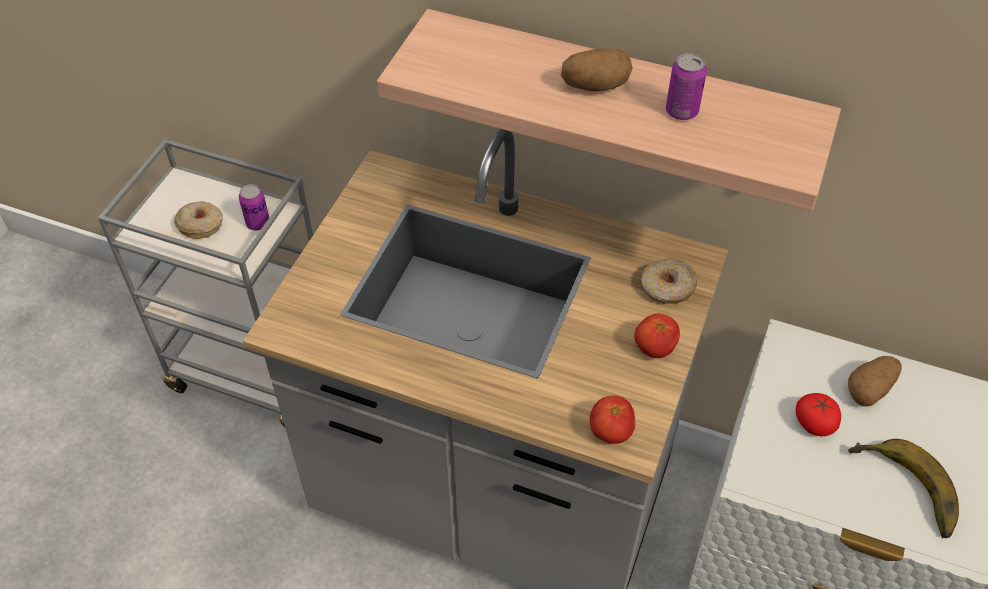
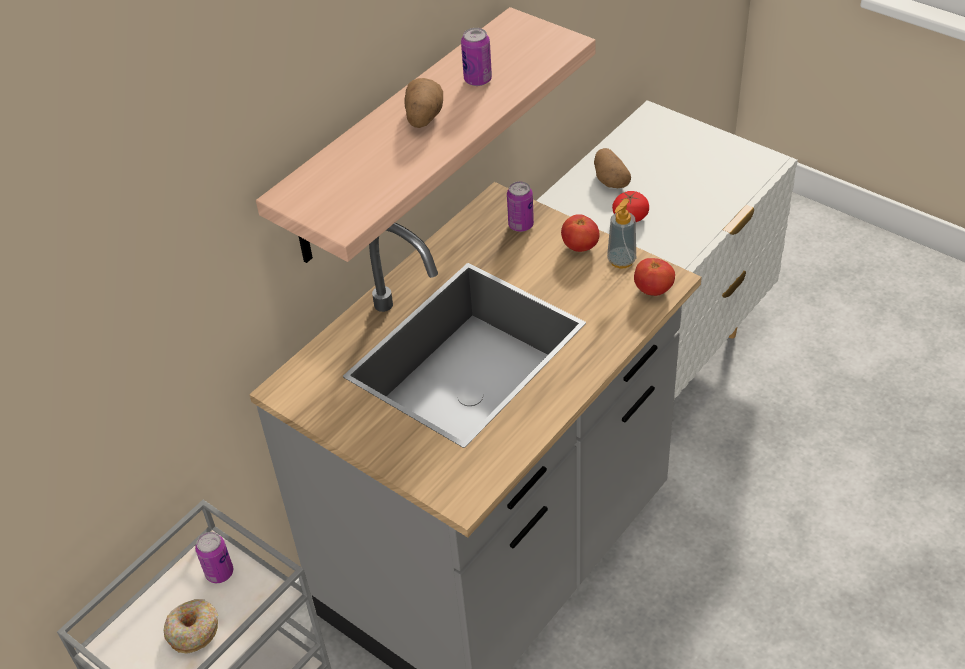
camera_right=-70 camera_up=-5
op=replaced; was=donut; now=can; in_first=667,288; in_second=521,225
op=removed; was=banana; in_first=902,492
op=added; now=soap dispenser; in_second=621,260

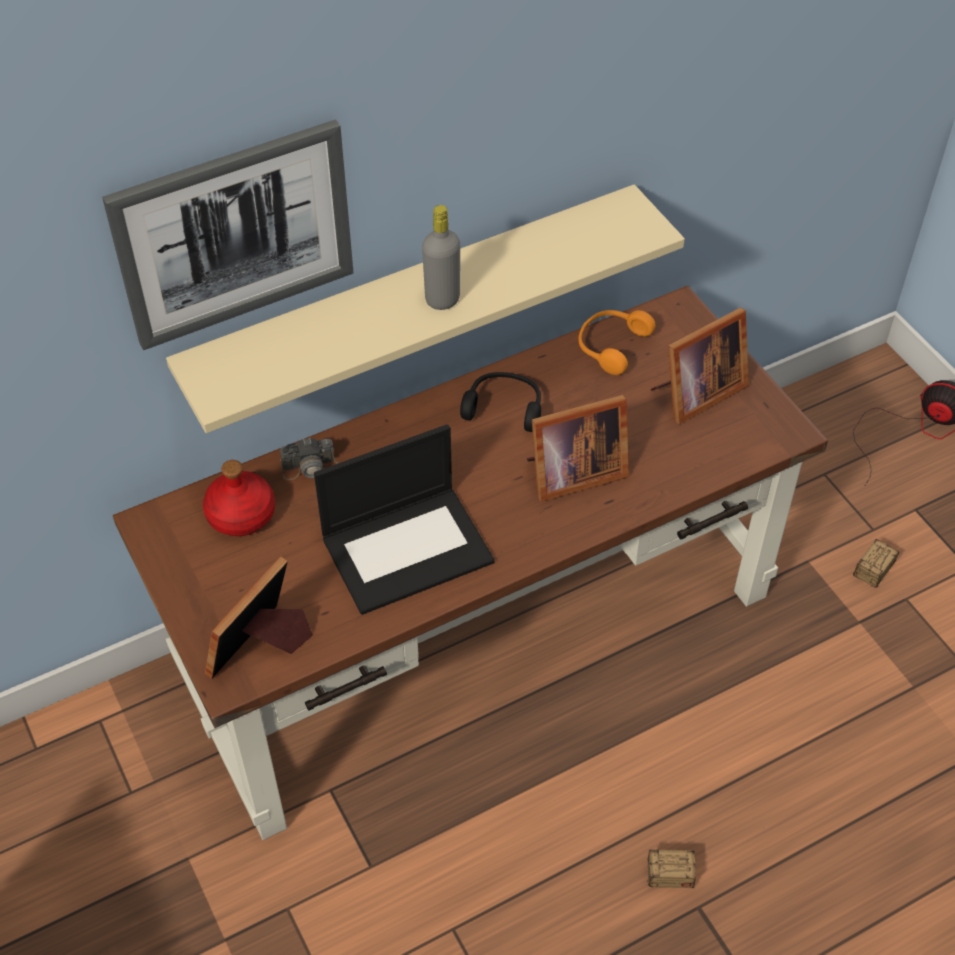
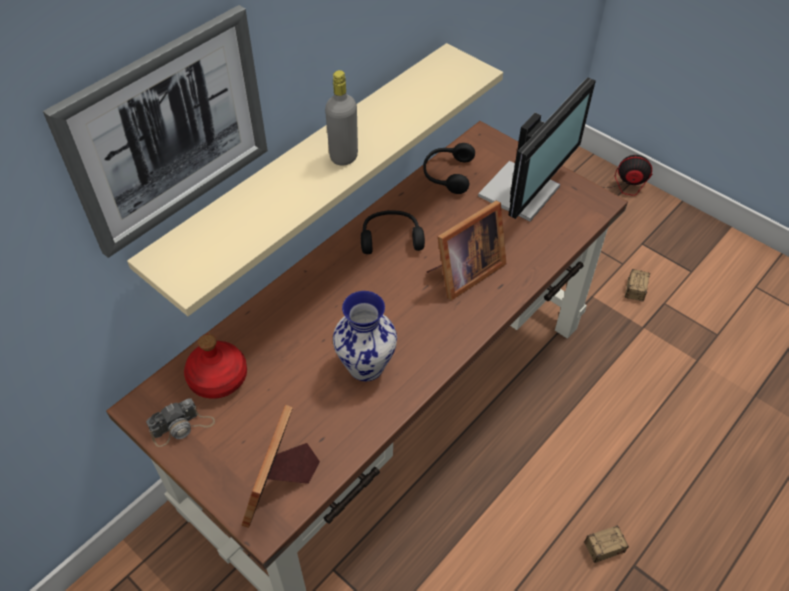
camera_right=-20 camera_up=0
op=moved; was=photo camera; in_first=315,467; in_second=182,427
op=replaced; was=laptop; now=vase; in_first=408,548; in_second=366,365
op=recoloured; was=orange headphones; now=black headphones; in_first=610,346; in_second=447,174
op=replaced; was=picture frame; now=monitor; in_first=695,393; in_second=522,192

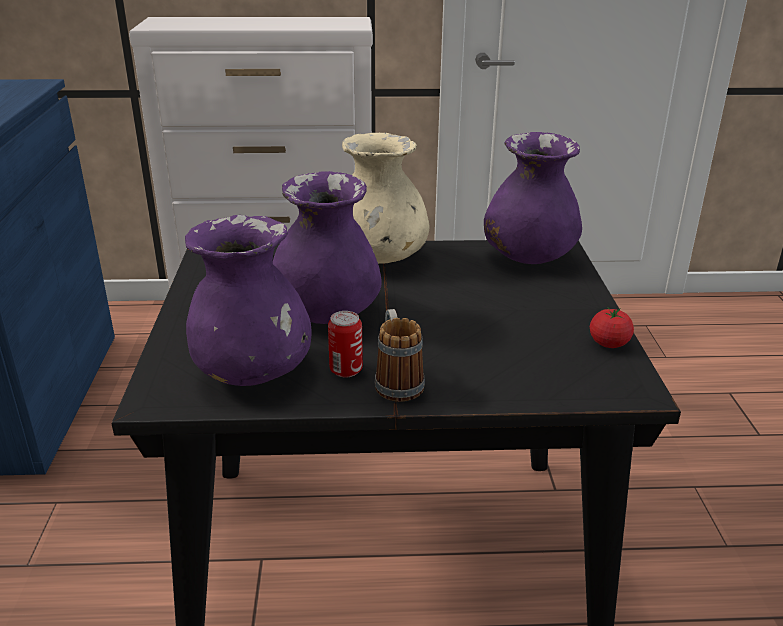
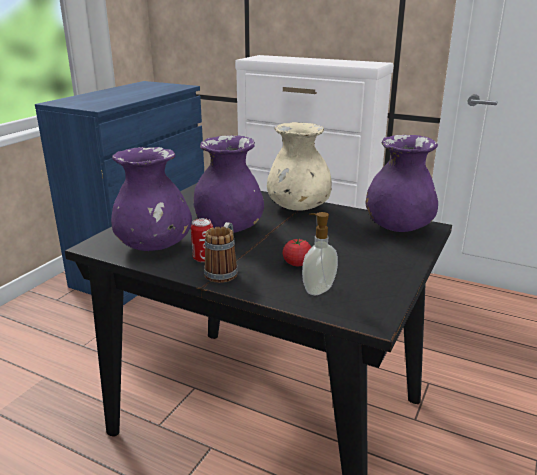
camera_right=30 camera_up=-5
op=moved; was=tomato; in_first=609,343; in_second=297,263
op=added; now=soap dispenser; in_second=318,289

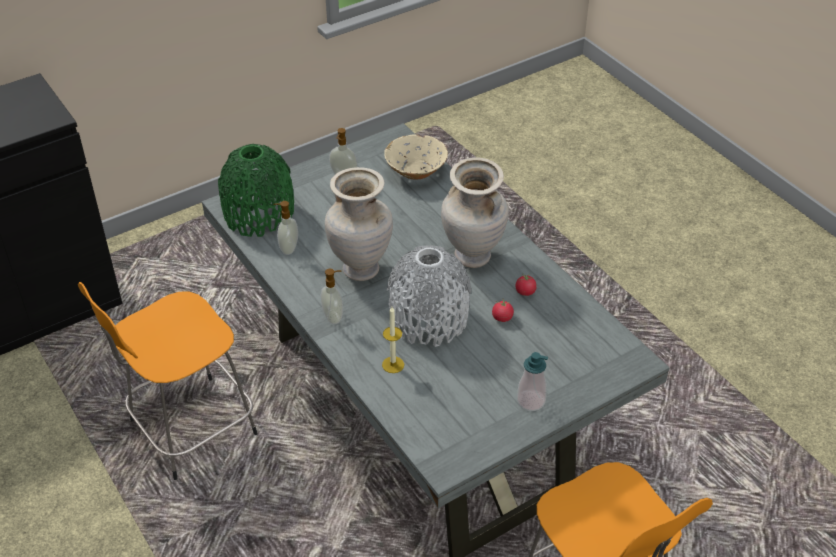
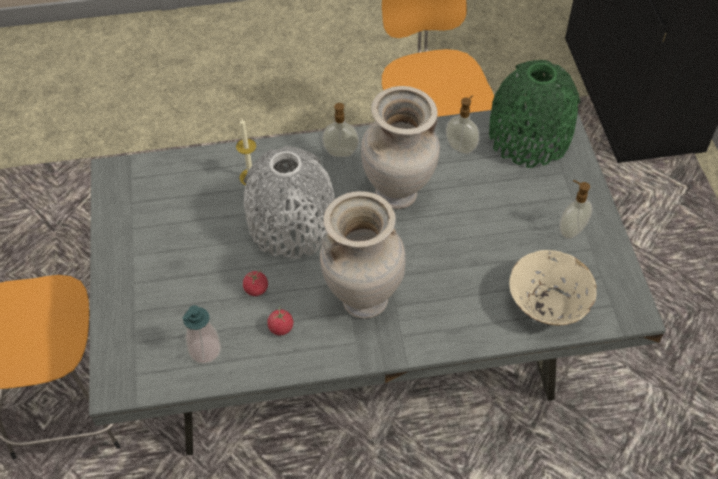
camera_right=115 camera_up=10
op=moved; was=soap dispenser; in_first=531,401; in_second=205,350

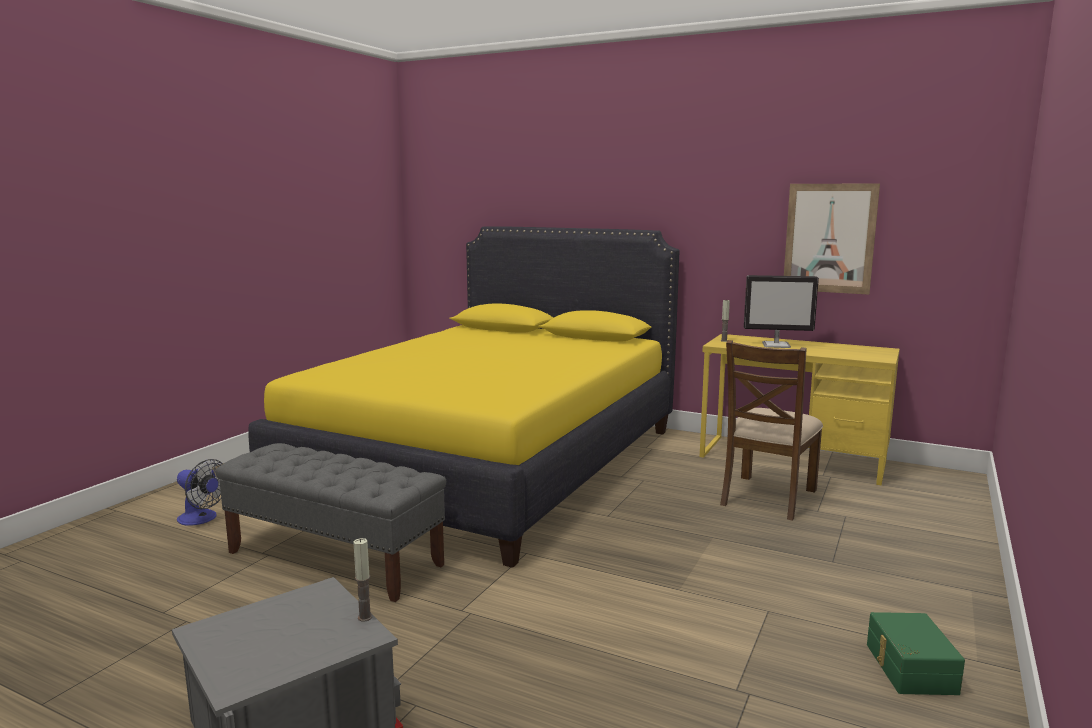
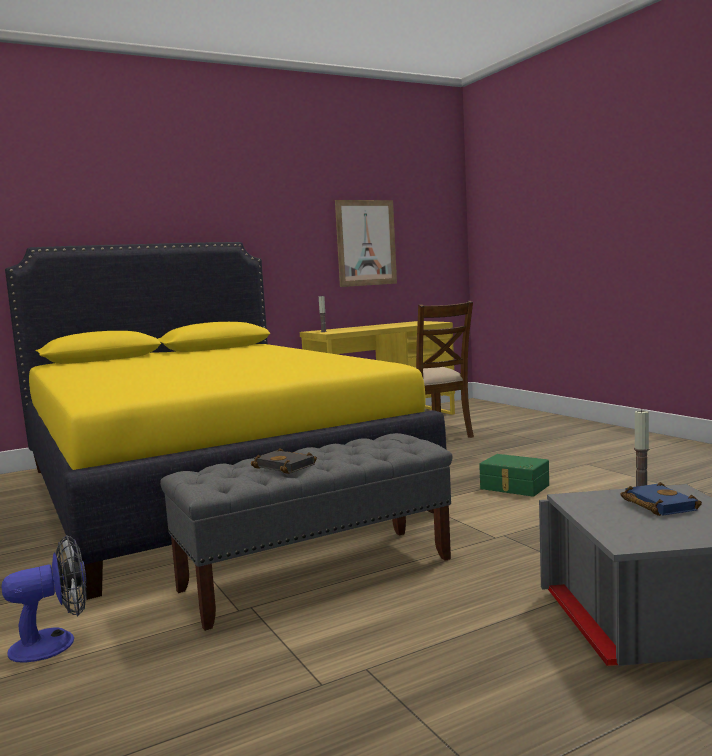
camera_right=-55 camera_up=-5
op=removed; was=monitor; in_first=776,345
op=moved; was=green storage box; in_first=908,668; in_second=514,487
op=added; now=black book; in_second=287,466
op=added; now=blue book; in_second=656,505

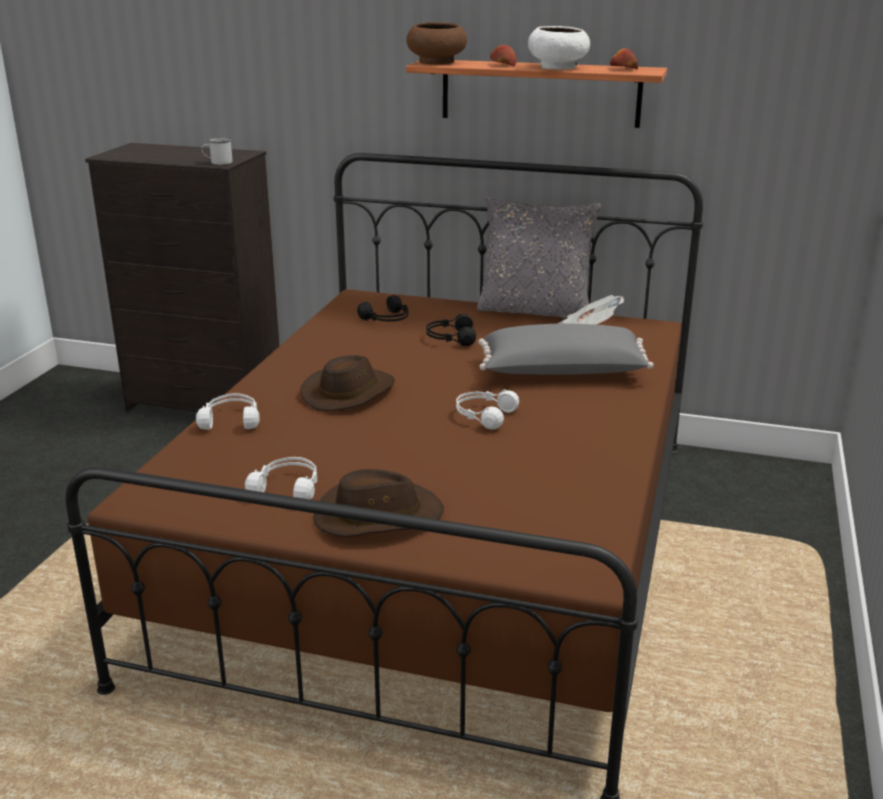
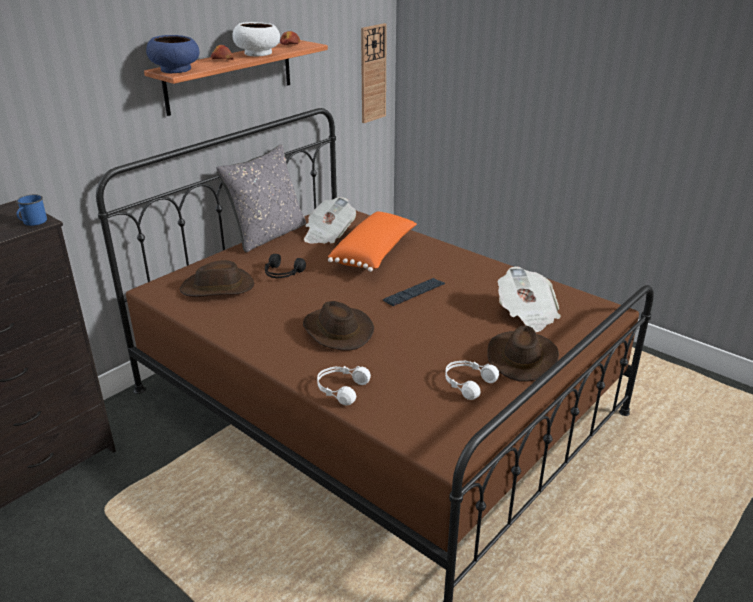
camera_right=-65 camera_up=5
op=recoloured; was=white mug; now=blue mug; in_first=218,162; in_second=32,223
op=replaced; was=black headphones; now=brown hat; in_first=387,319; in_second=218,288
op=recoloured; was=brown bowl; now=blue bowl; in_first=437,62; in_second=176,70
op=replaced; was=white headphones; now=keyboard; in_first=483,416; in_second=414,293
op=recoloured; was=grey pillow; now=orange pillow; in_first=562,373; in_second=375,254
op=added; now=wall clock; in_second=373,73
op=added; now=newspaper; in_second=527,314

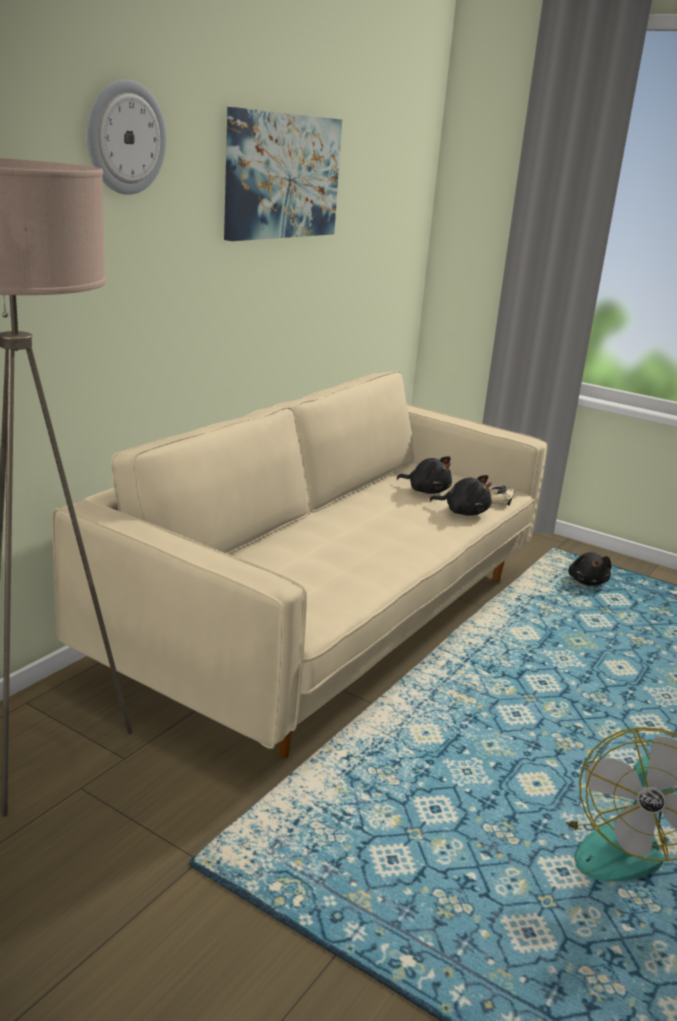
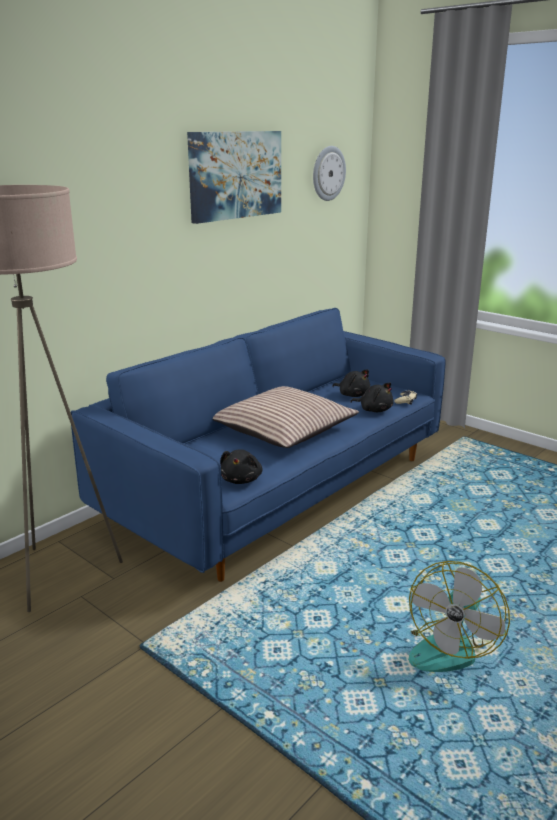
camera_right=10 camera_up=0
op=recoloured; was=beige sofa; now=blue sofa; in_first=329,619; in_second=278,488
op=moved; was=wall clock; in_first=125,138; in_second=328,173
op=moved; was=black plush toy; in_first=587,581; in_second=241,480
op=added; now=pillow; in_second=283,430

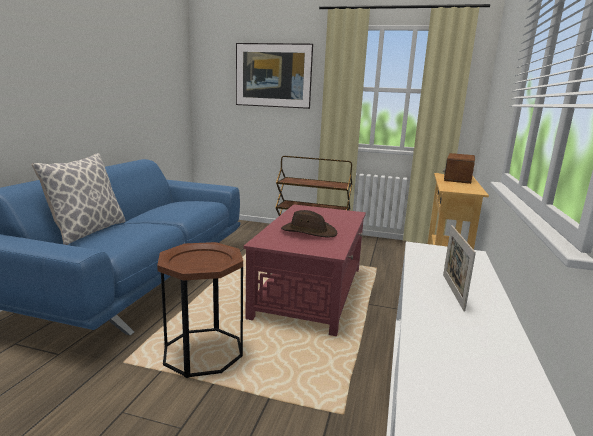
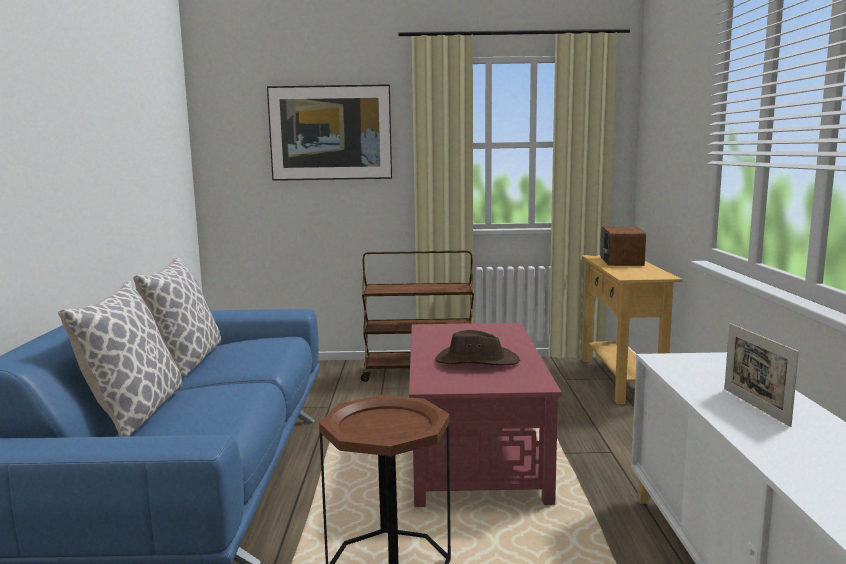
camera_right=-15 camera_up=-5
op=added; now=pillow; in_second=186,361

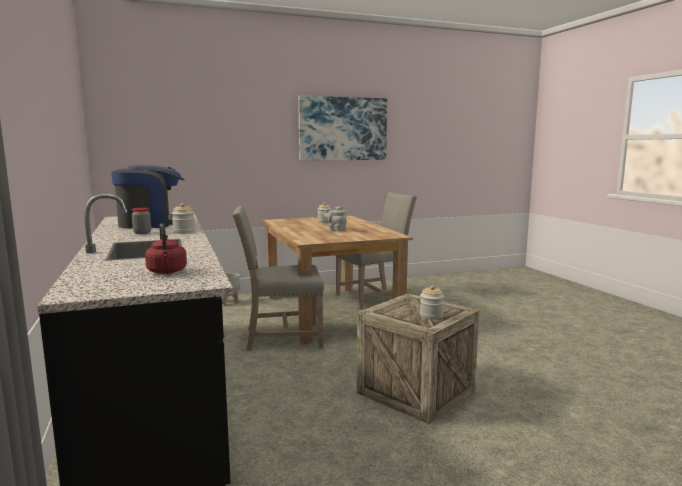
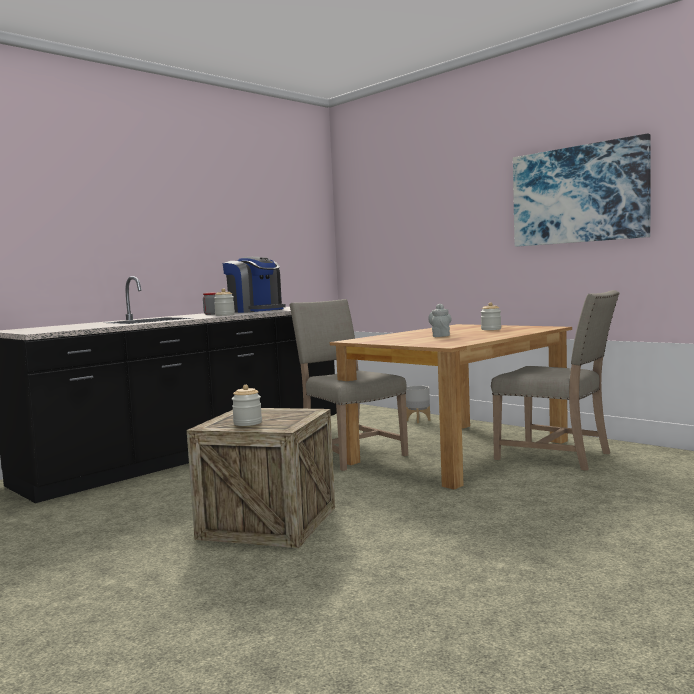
camera_right=65 camera_up=-5
op=removed; was=red kettle; in_first=167,272

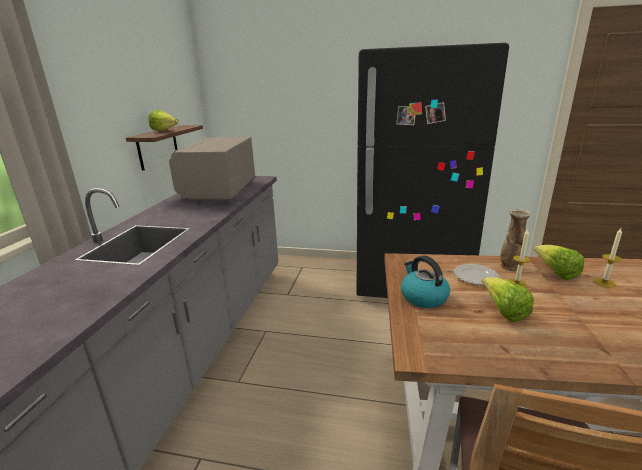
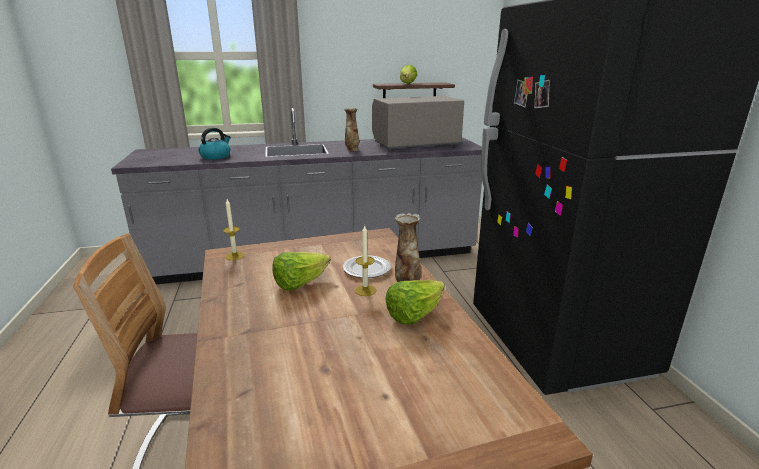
camera_right=65 camera_up=0
op=moved; was=kettle; in_first=423,297; in_second=216,156
op=moved; was=candle; in_first=604,283; in_second=235,256
op=added; now=vase; in_second=352,150

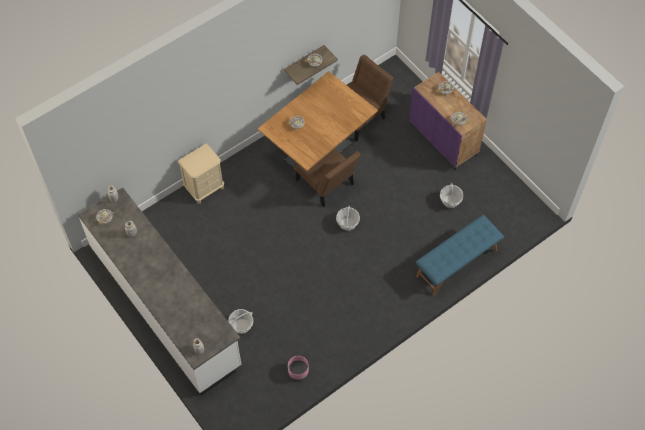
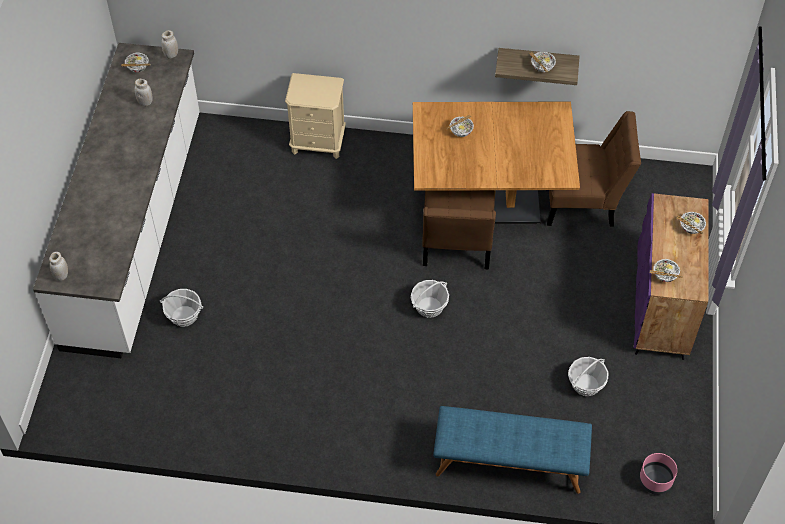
camera_right=45 camera_up=-5
op=moved; was=pink planter; in_first=298,372; in_second=655,480

